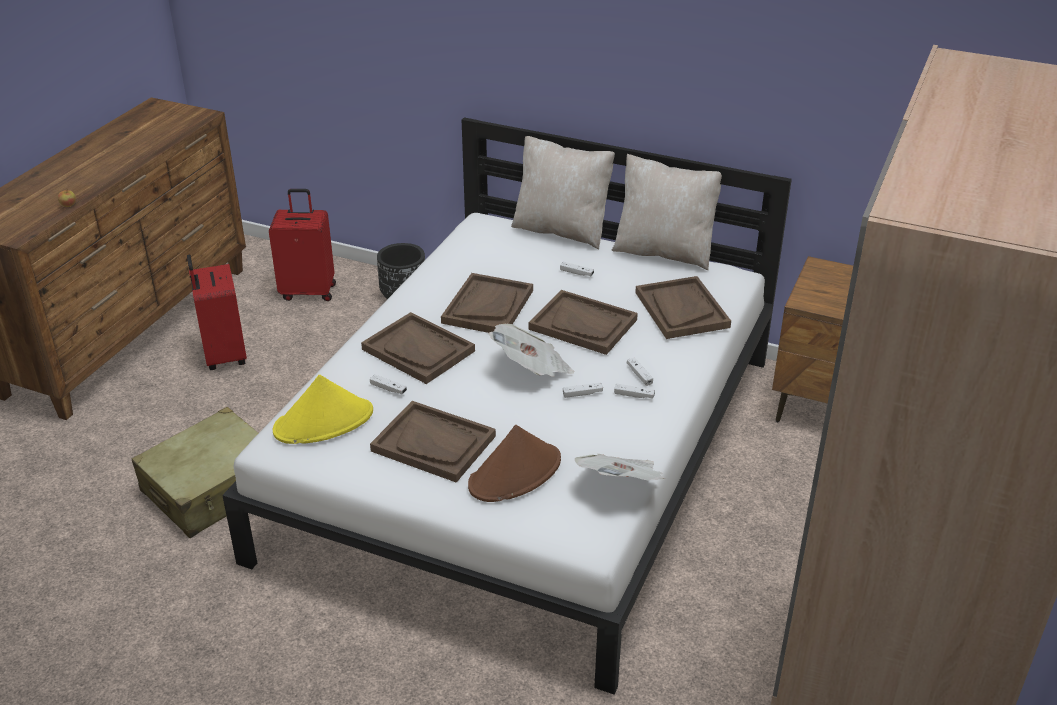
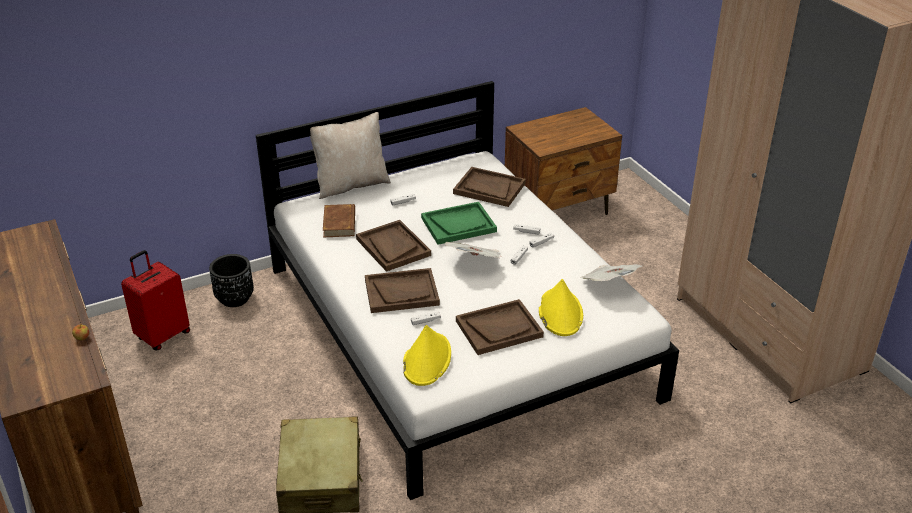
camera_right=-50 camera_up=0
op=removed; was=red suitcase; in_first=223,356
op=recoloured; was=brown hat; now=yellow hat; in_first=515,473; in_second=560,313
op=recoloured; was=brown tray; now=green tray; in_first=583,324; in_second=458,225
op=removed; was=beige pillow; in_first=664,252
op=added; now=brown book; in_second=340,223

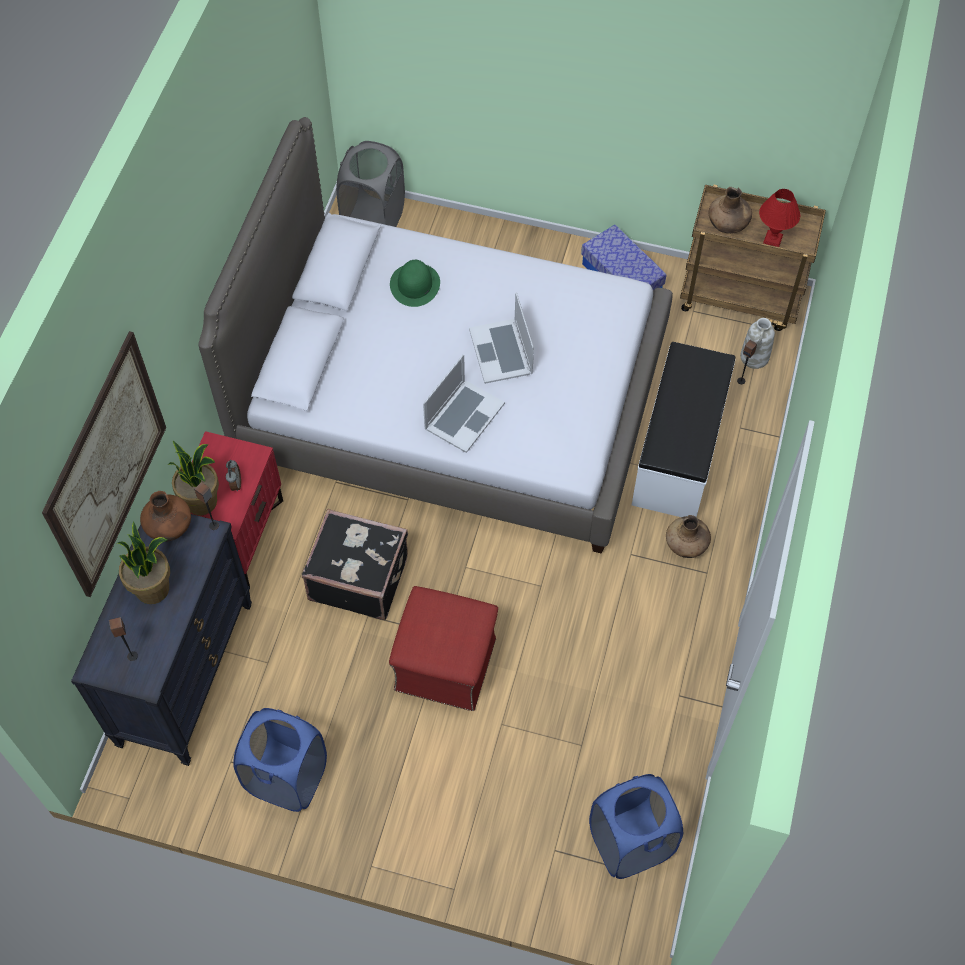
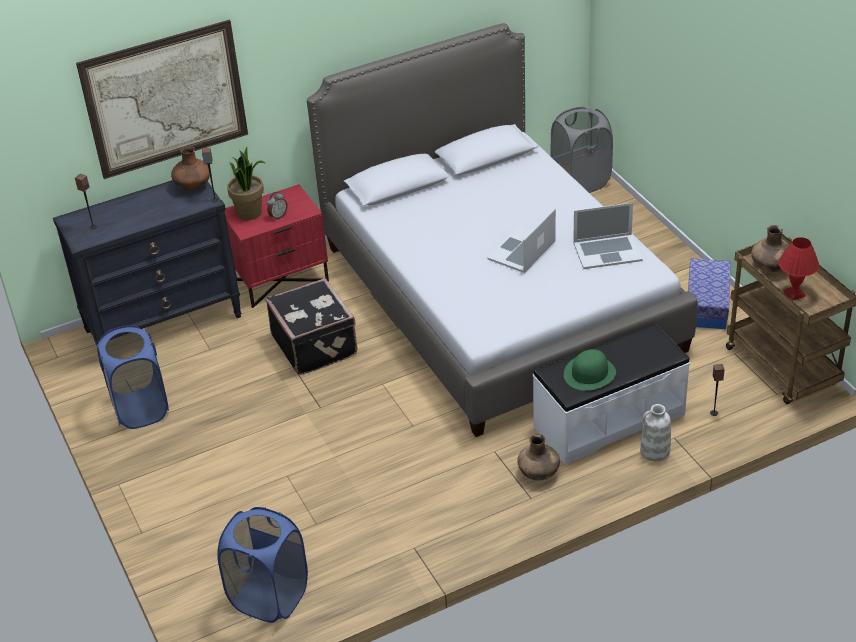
camera_right=50 camera_up=-20
op=removed; was=potted plant; in_first=153,589
op=removed; was=red ottoman; in_first=446,665
op=moved; was=green hat; in_first=415,284; in_second=589,373
op=moved; was=laptop; in_first=464,415; in_second=607,251
op=moved; was=white vase; in_first=754,357; in_second=654,451

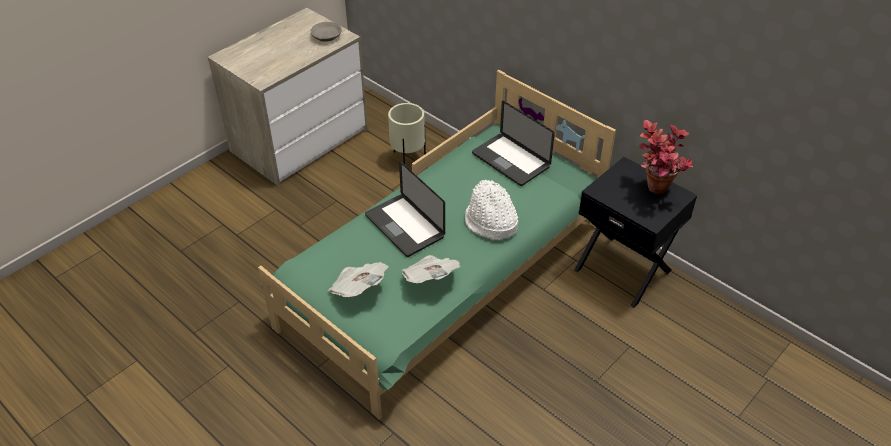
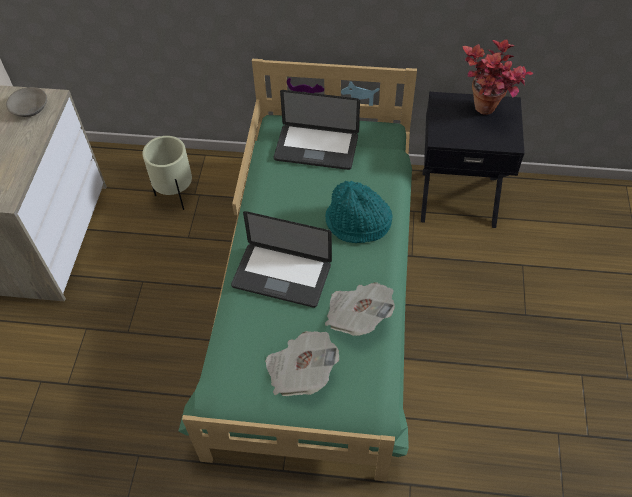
camera_right=-35 camera_up=10
op=recoloured; was=white hat; now=turquoise hat; in_first=490,223; in_second=357,224

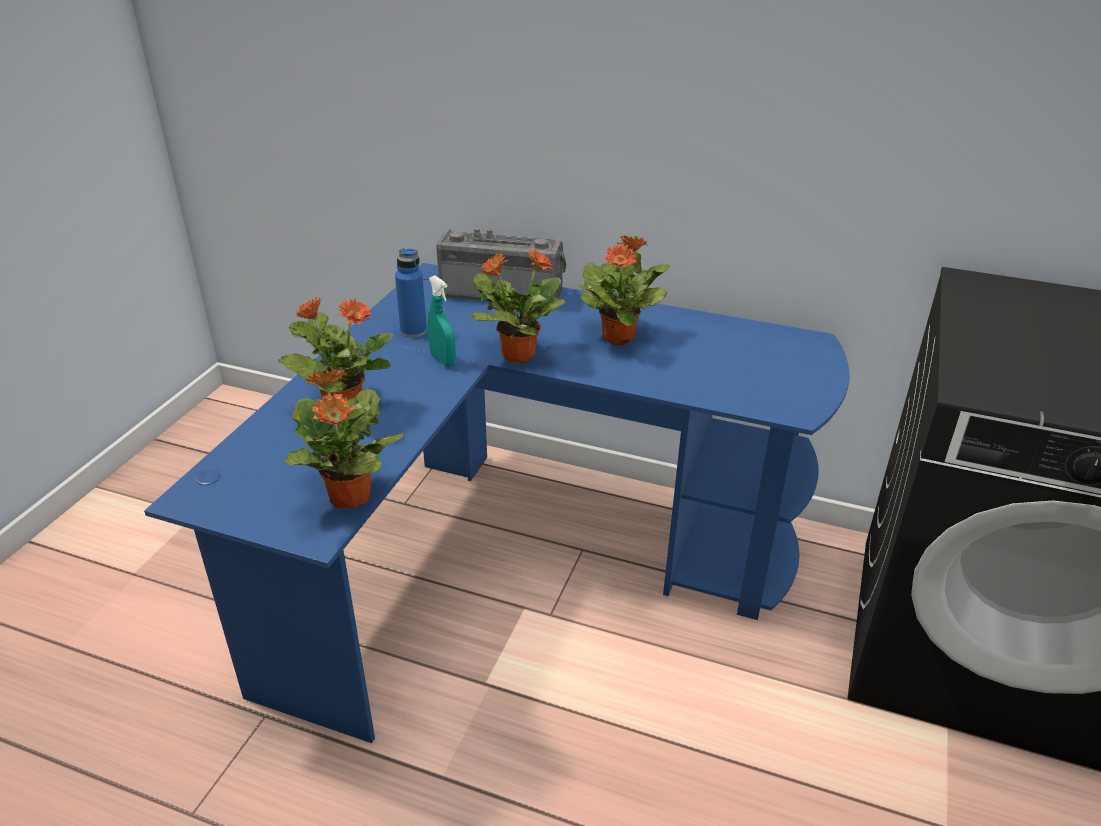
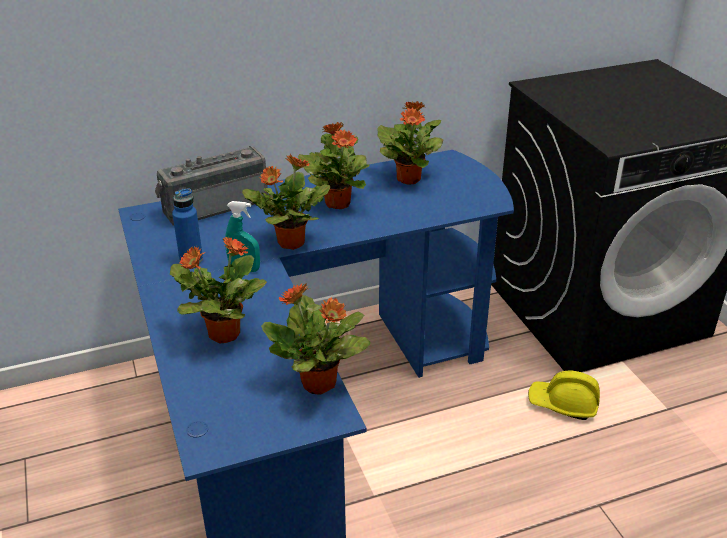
camera_right=-40 camera_up=0
op=added; now=potted plant; in_second=409,178
op=added; now=yellow hard hat; in_second=563,404

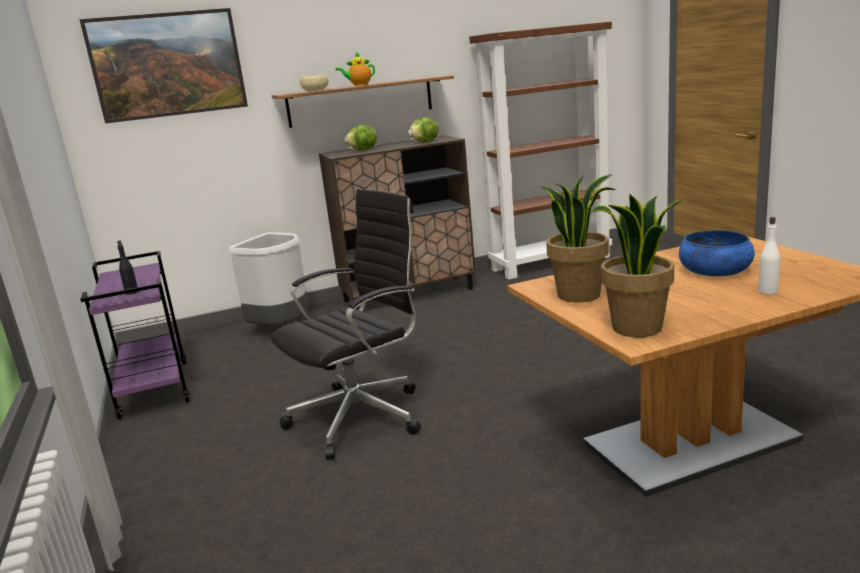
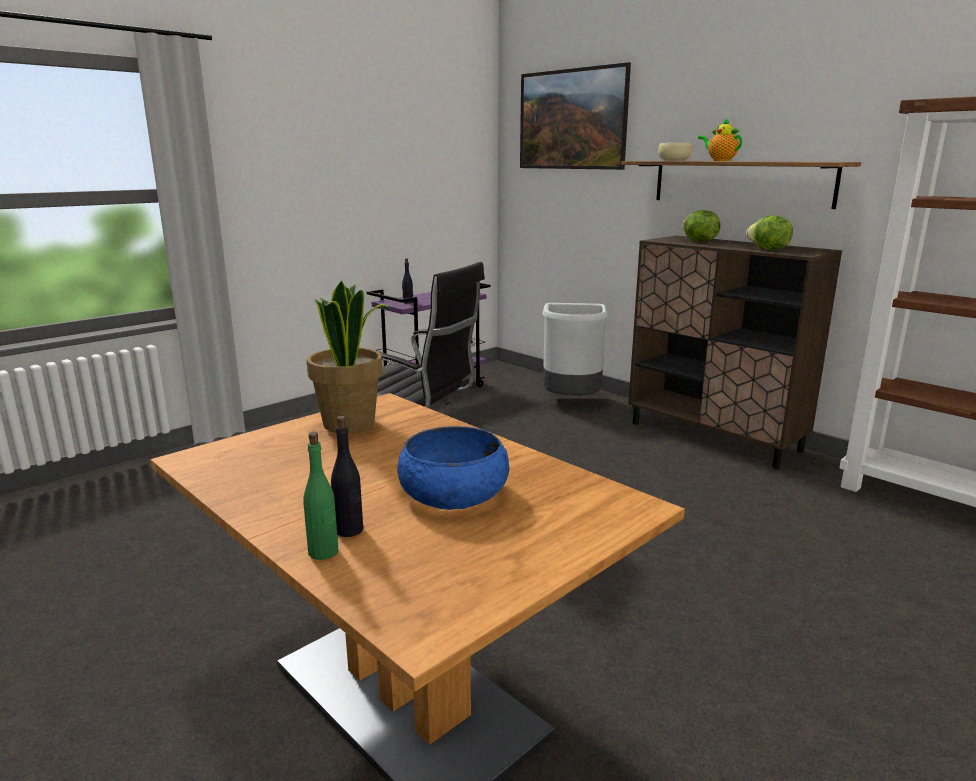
camera_right=65 camera_up=0
op=removed; was=potted plant; in_first=637,328
op=recoloured; was=white bottle; now=black bottle; in_first=768,291; in_second=349,530
op=added; now=green bottle; in_second=323,552

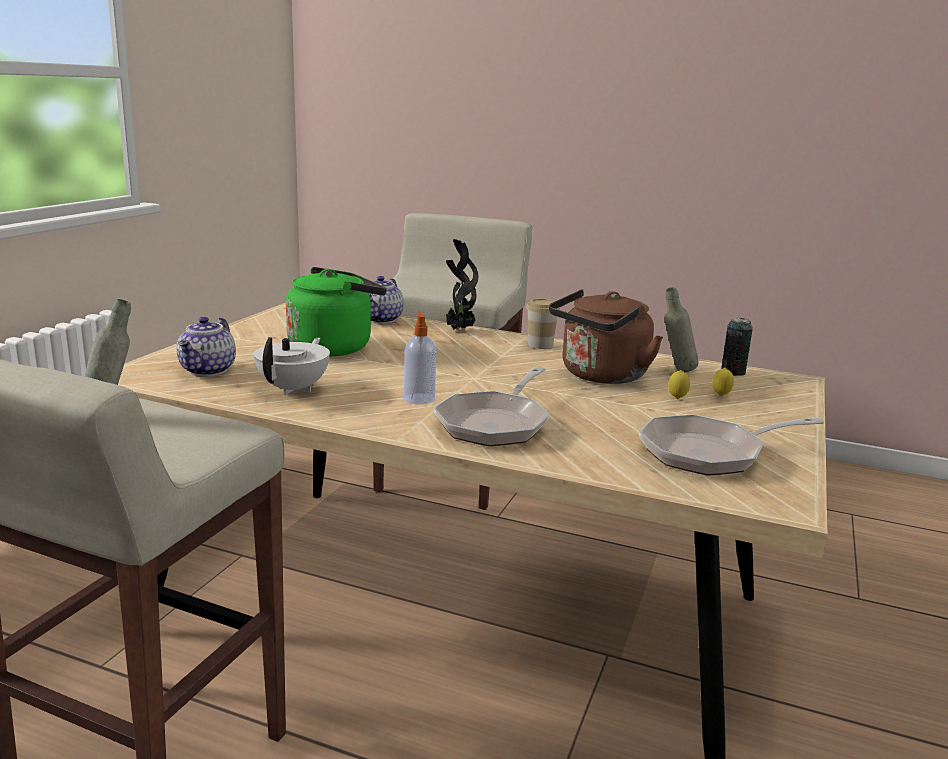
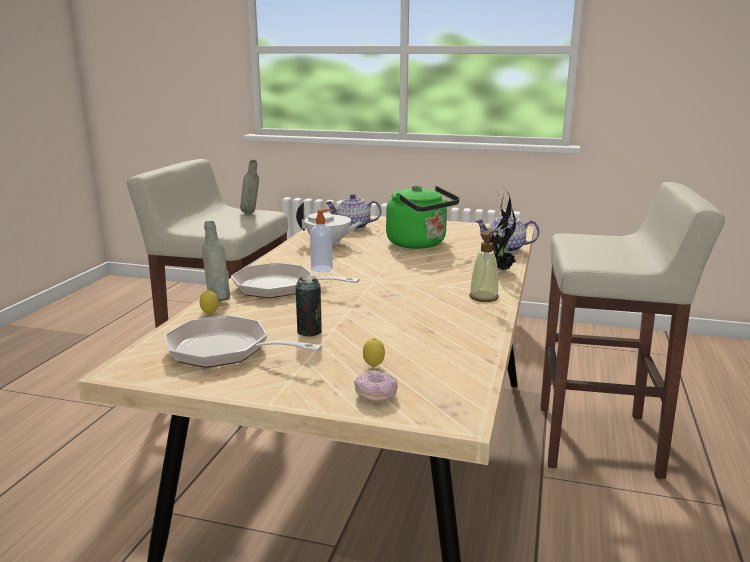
camera_right=85 camera_up=0
op=replaced; was=cup; now=soap dispenser; in_first=540,345; in_second=484,297
op=removed; was=brown kettle; in_first=600,376
op=turned; was=frying pan; in_first=710,453; in_second=226,351; clockwise=-45
op=moved; was=grey bottle; in_first=676,371; in_second=218,299
op=moved; was=lemon; in_first=677,398; in_second=210,314
op=moved; was=can; in_first=733,372; in_second=309,332
op=added; now=donut; in_second=376,395

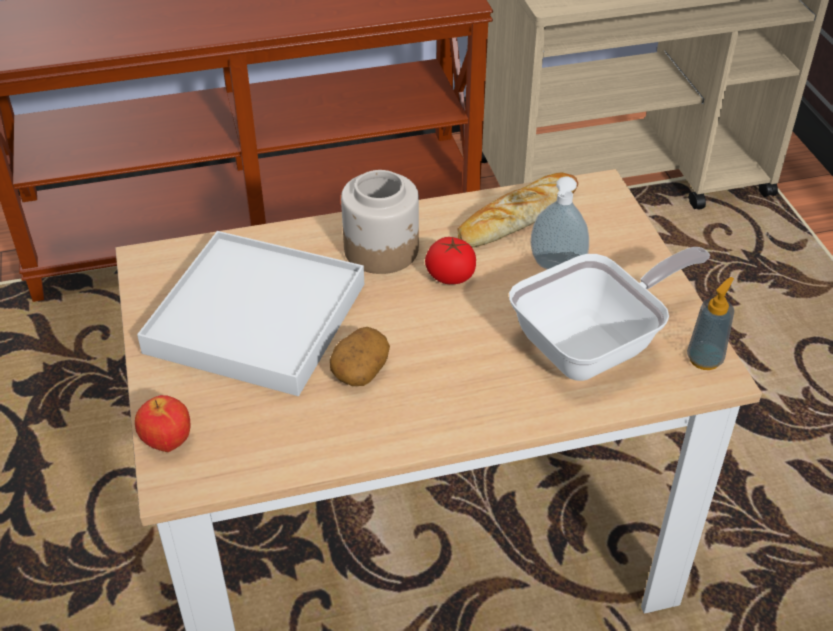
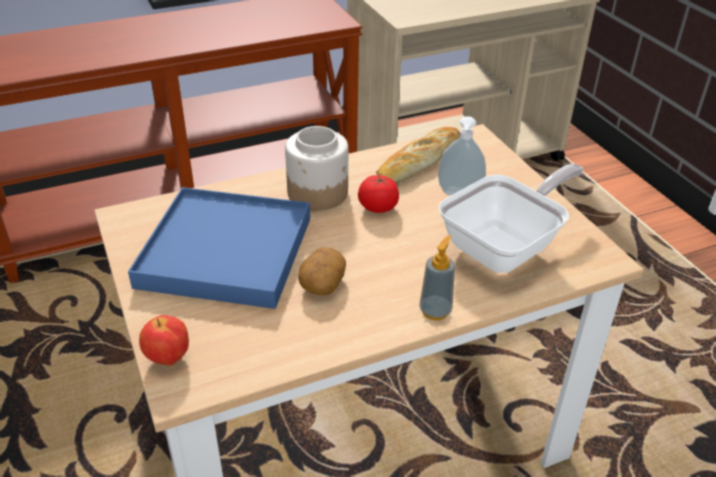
camera_right=-10 camera_up=-5
op=recoloured; was=white tray; now=blue tray; in_first=256,317; in_second=226,251
op=moved; was=soap dispenser; in_first=704,359; in_second=435,311

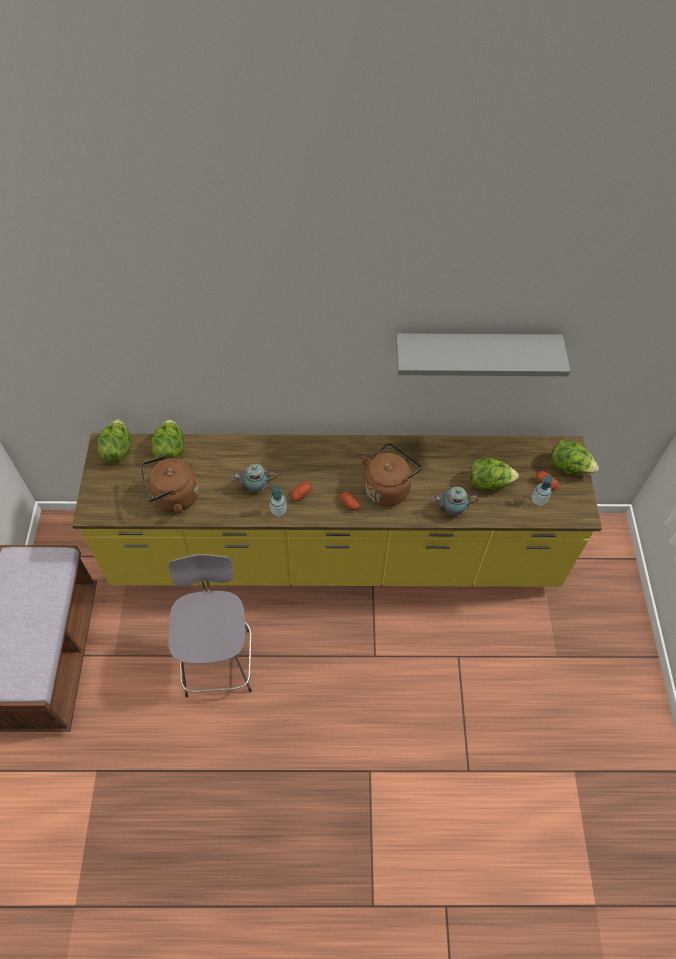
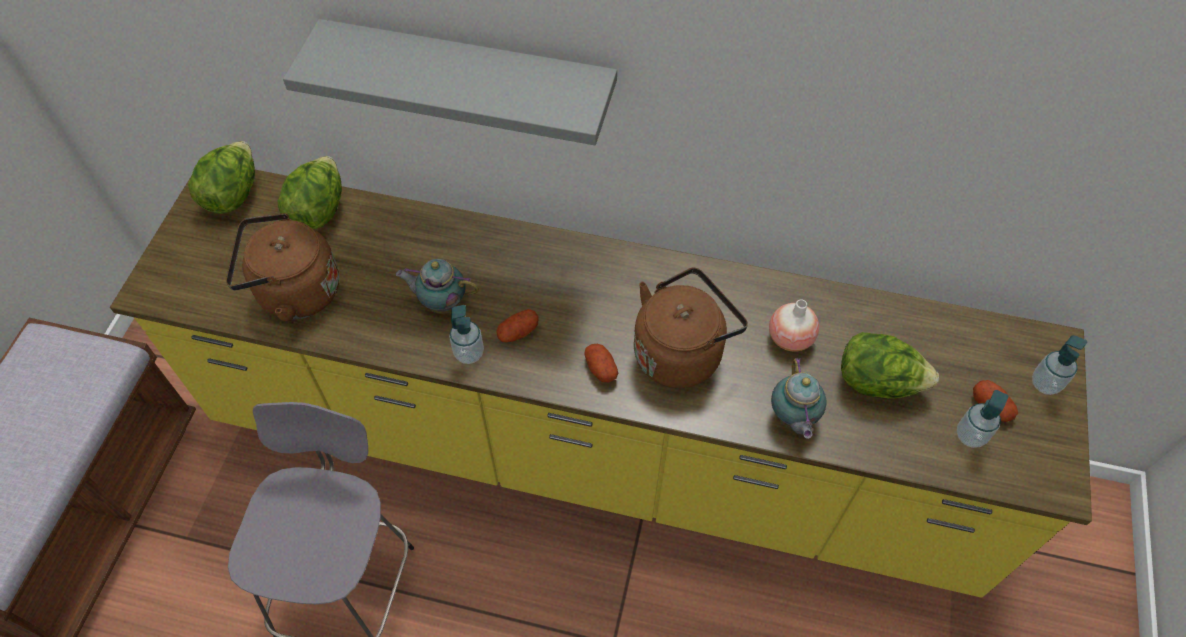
camera_right=15 camera_up=0
op=moved; was=grey shelf; in_first=475,350; in_second=470,78
op=turned; was=teapot; in_first=452,509; in_second=792,418; clockwise=-105
op=replaced; was=lettuce; now=soap dispenser; in_first=569,467; in_second=1045,383
op=added; now=vase; in_second=790,338

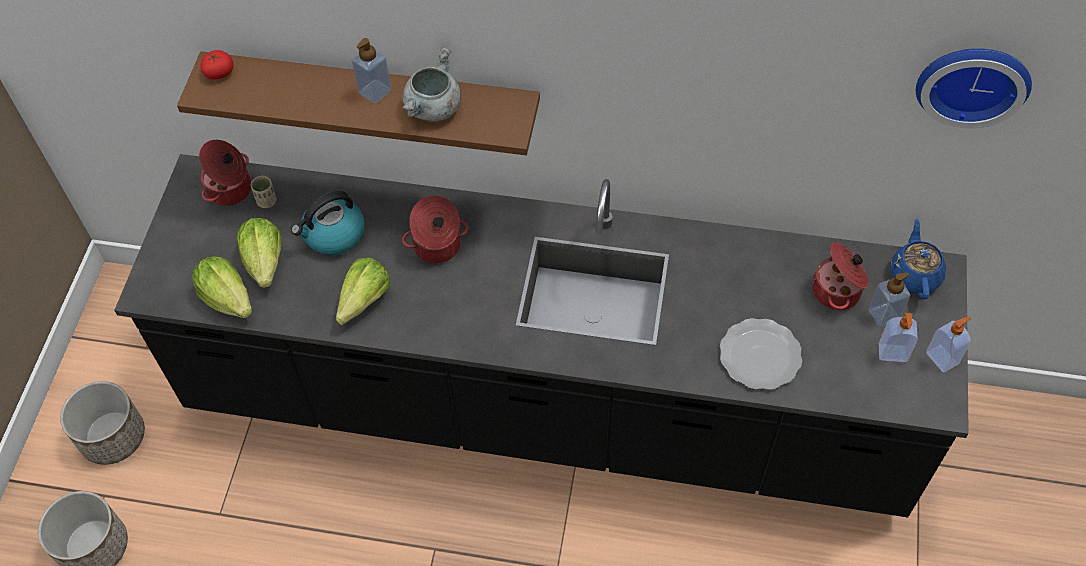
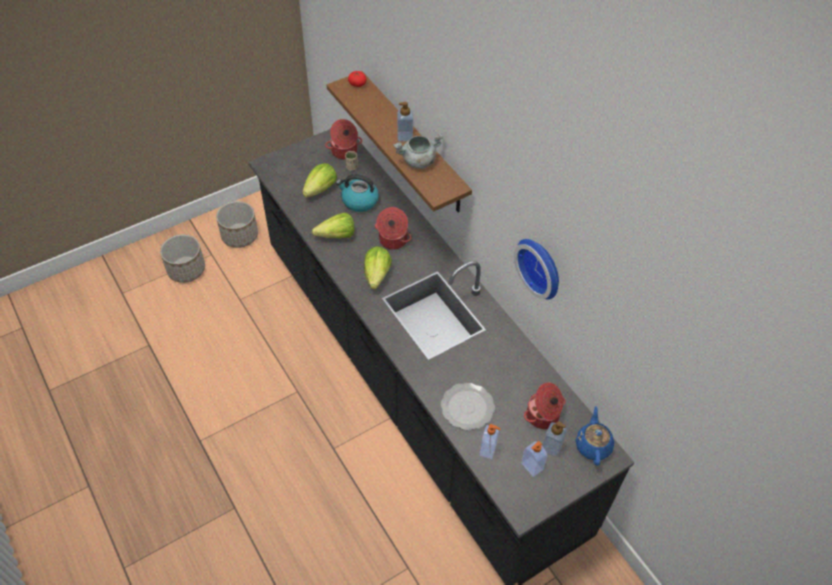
camera_right=45 camera_up=-5
op=moved; was=lettuce; in_first=228,298; in_second=377,275
op=turned; was=blue teapot; in_first=914,274; in_second=593,445; clockwise=-45
op=moved; was=wall clock; in_first=972,80; in_second=541,266
op=moved; was=soap dispenser; in_first=942,358; in_second=488,450

